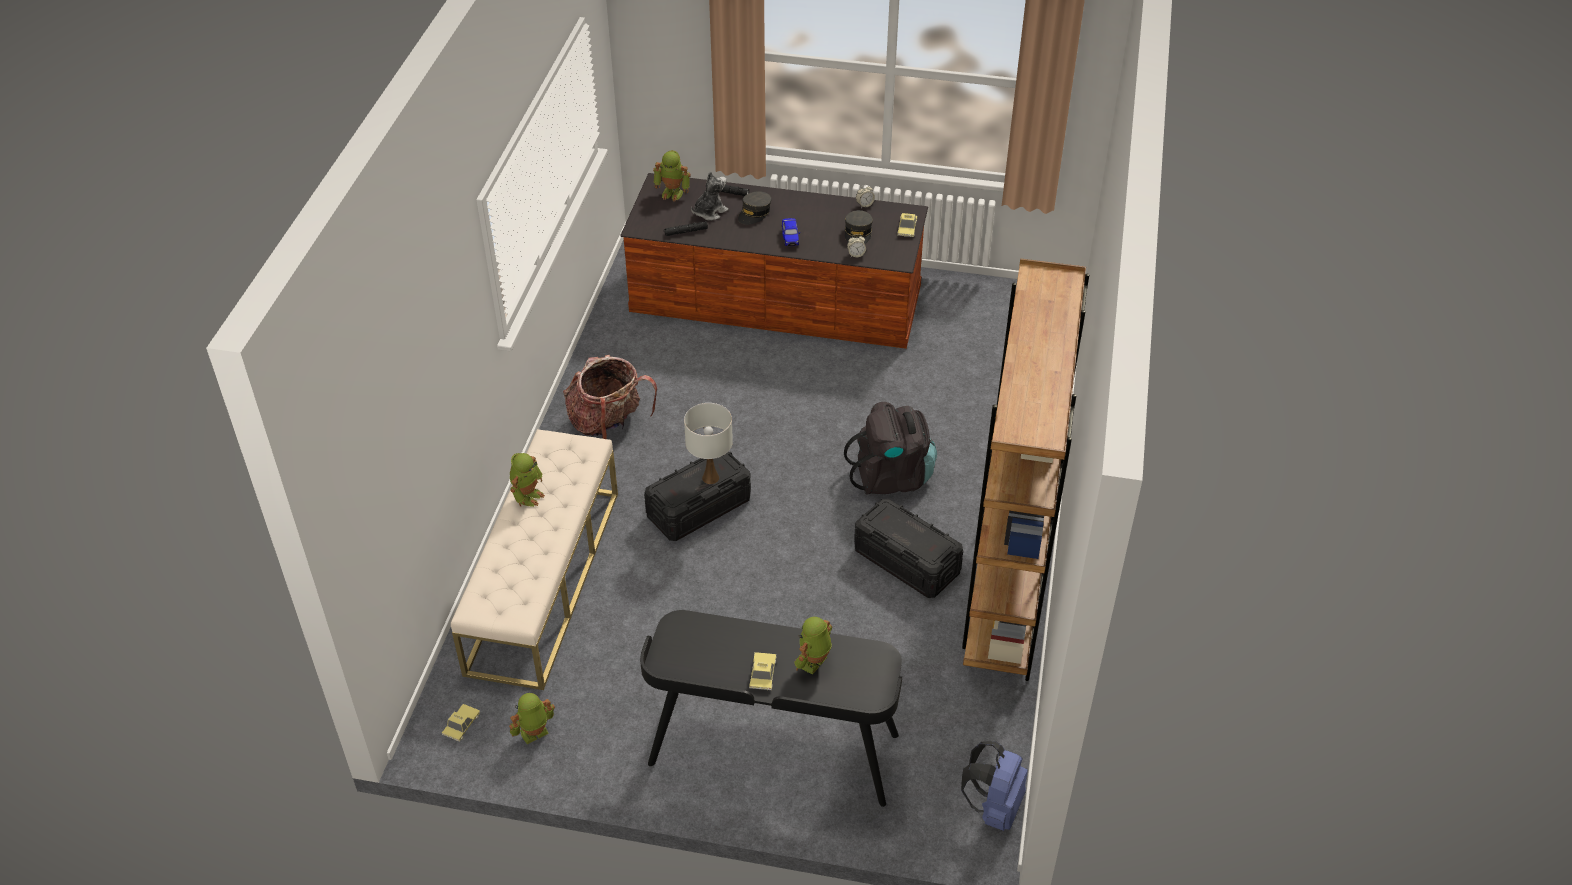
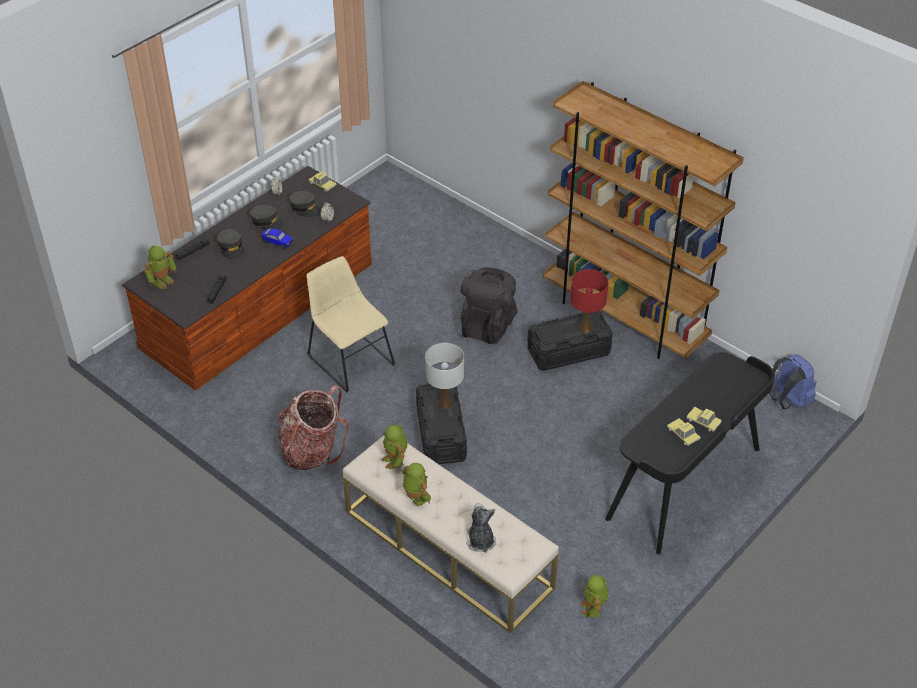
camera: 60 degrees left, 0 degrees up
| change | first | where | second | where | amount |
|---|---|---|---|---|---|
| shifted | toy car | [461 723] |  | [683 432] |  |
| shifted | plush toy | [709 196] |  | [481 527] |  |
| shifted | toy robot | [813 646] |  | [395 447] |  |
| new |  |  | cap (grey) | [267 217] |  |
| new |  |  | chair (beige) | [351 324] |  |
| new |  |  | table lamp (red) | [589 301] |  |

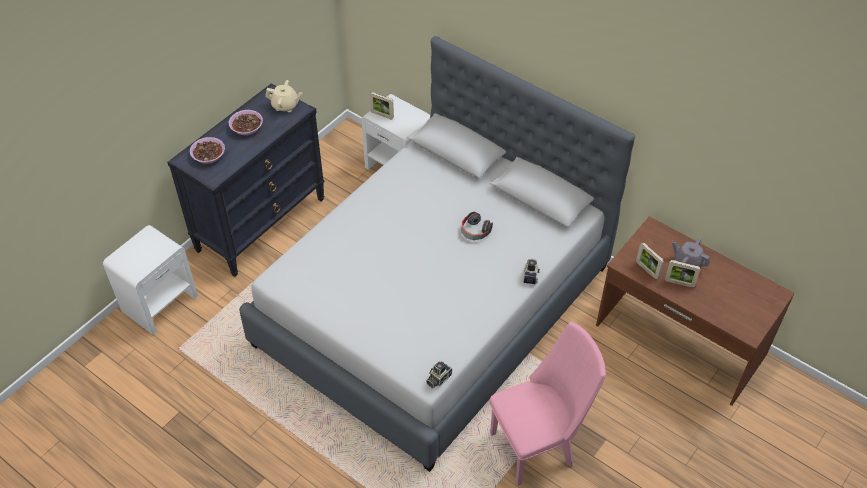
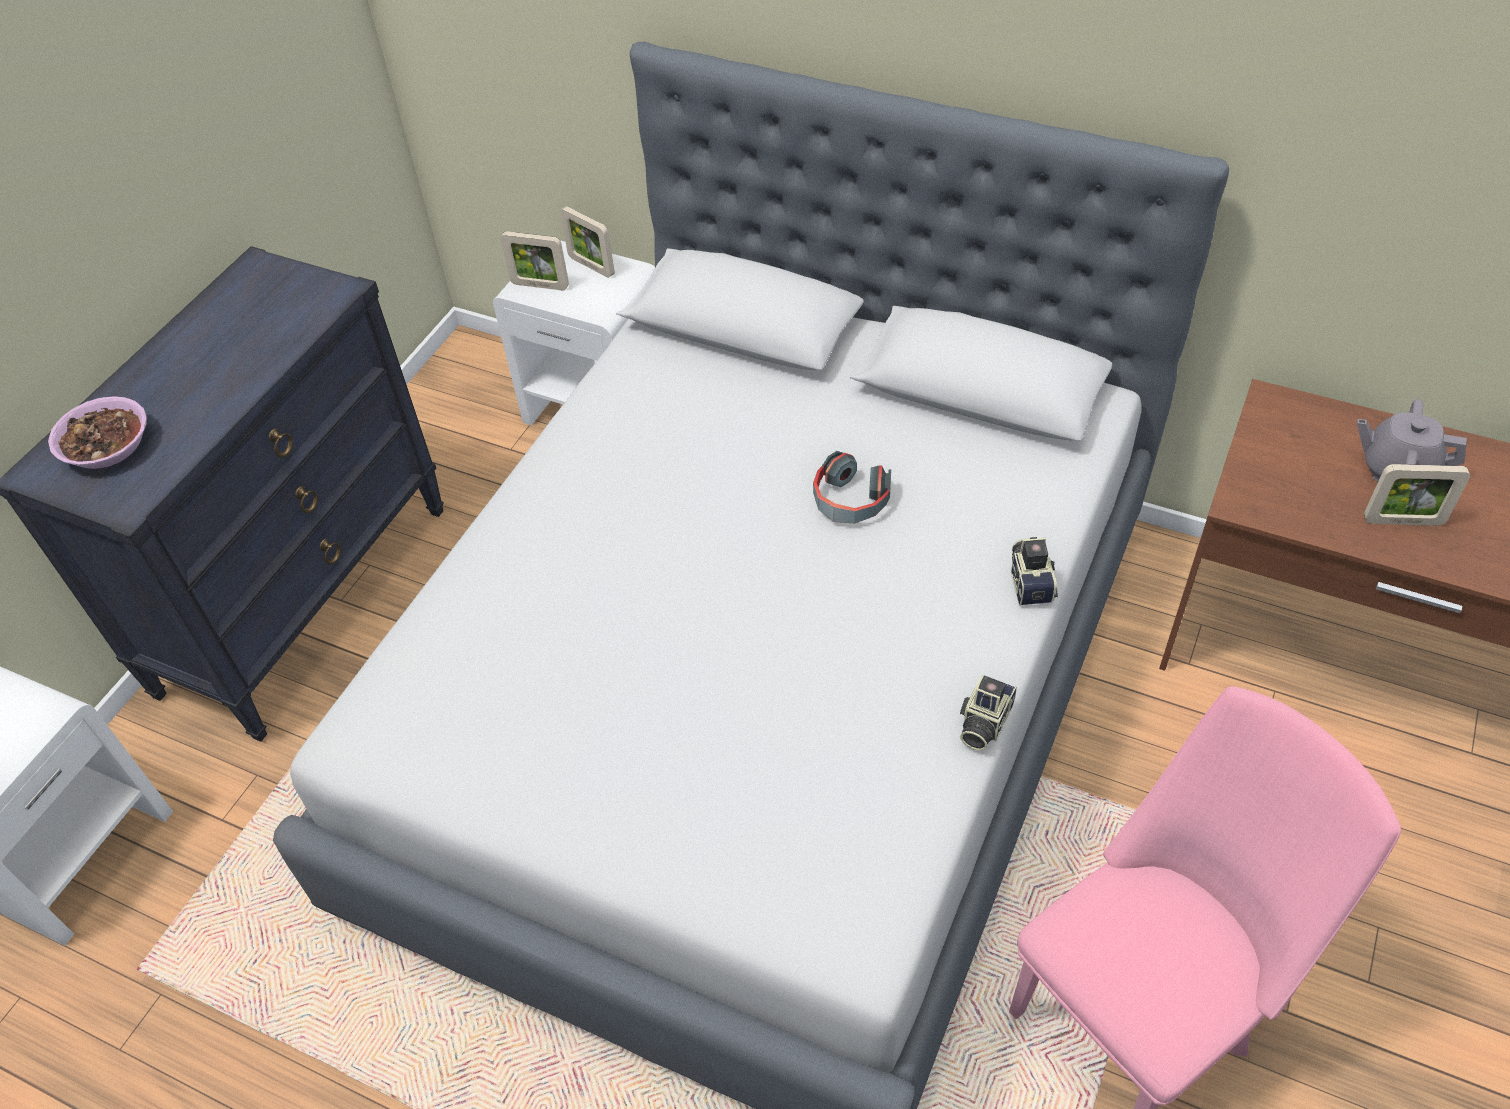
camera: 10 degrees left, 0 degrees up
| change | first | where | second | where | amount |
|---|---|---|---|---|---|
| gone | bowl | [246 122] |  |  |  |
| gone | teapot (beige) | [284 96] |  |  |  |
| shifted | photo camera | [439 375] |  | [988 713] |  |
| shifted | picture frame | [650 261] |  | [587 242] |  |

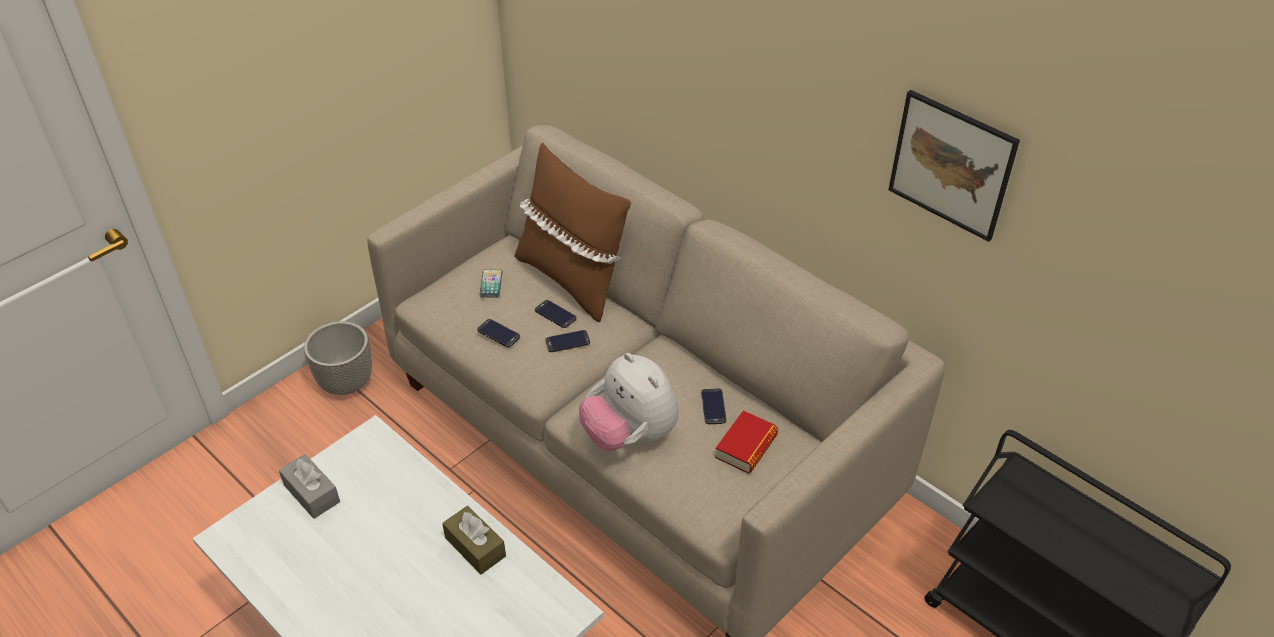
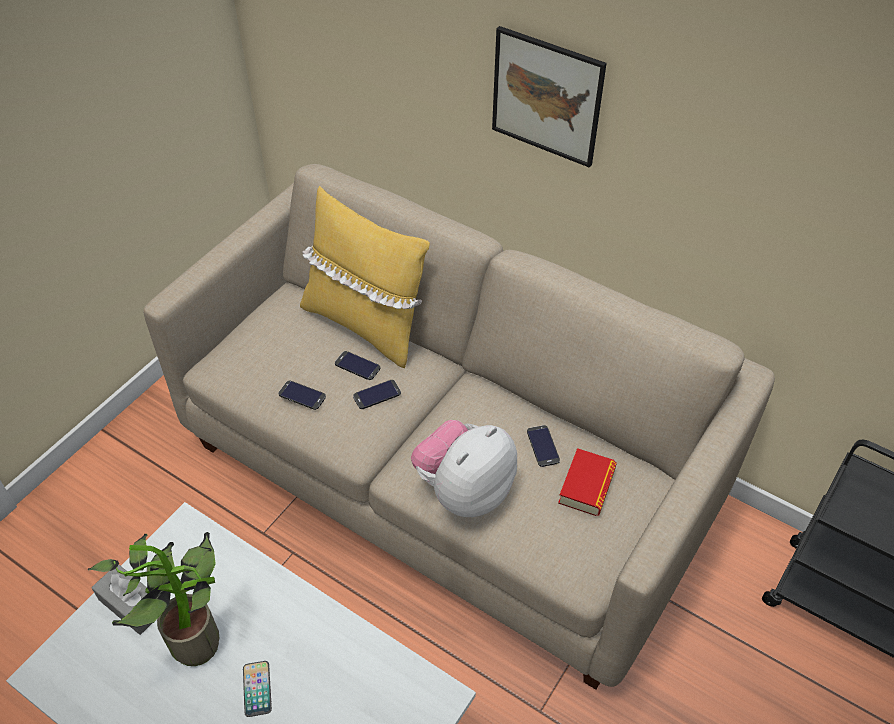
camera: 10 degrees left, 5 degrees up
| change | first | where | second | where | amount |
|---|---|---|---|---|---|
| gone | planter | [338 358] |  |  |  |
| gone | tissue box (brown) | [474 540] |  |  |  |
| shifted | phone | [491 283] |  | [257 689] |  |
| repainted | pillow (brown) | [572 232] | pillow (yellow) | [365 277] |  |
| rotated | plush toy | [629 402] |  | [464 468] | 90 degrees clockwise |
| shifted | picture | [954 166] |  | [549 97] |  |
| new |  |  | potted plant | [153 599] |  |

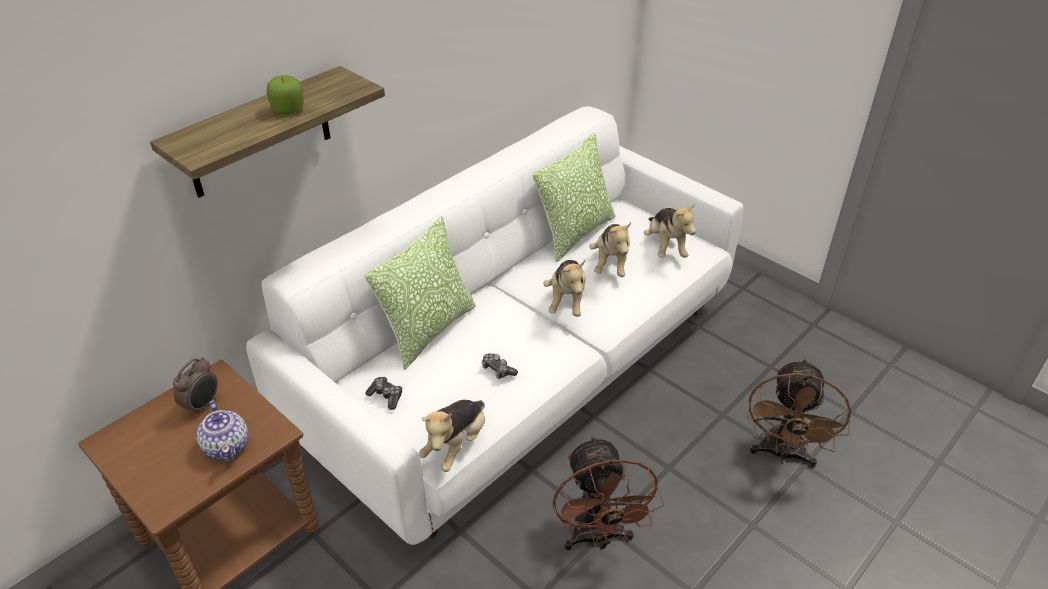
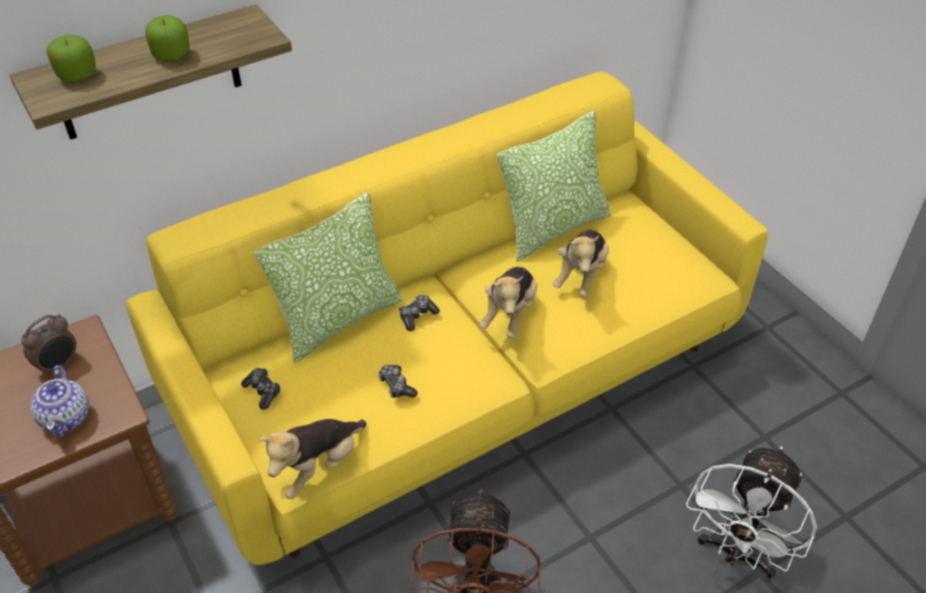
camera: 15 degrees right, 5 degrees up
| change | first | where | second | where | amount |
|---|---|---|---|---|---|
| repainted | sofa (white) | [494 325] | sofa (yellow) | [447 318] |  |
| gone | plush toy | [670 230] |  |  |  |
| repainted | fan (brown) | [799 412] | fan (white) | [751 513] |  |
| new |  |  | apple | [71 58] |  |
| new |  |  | game controller | [419 313] |  |

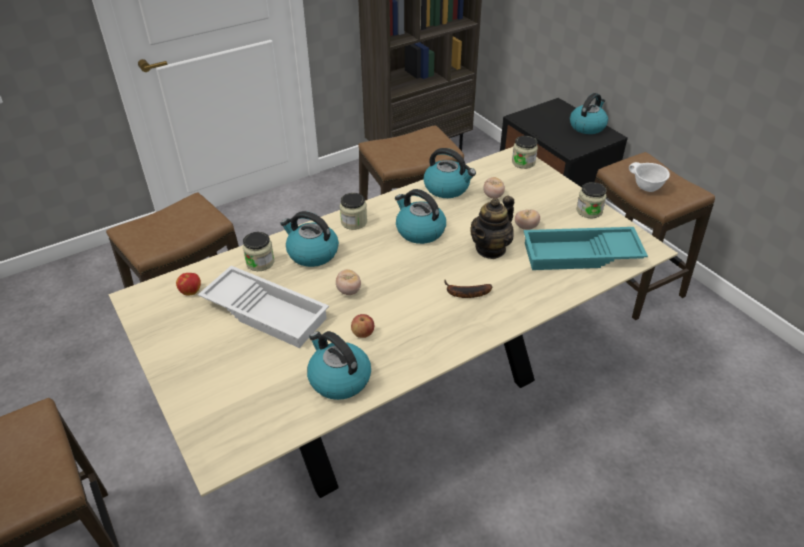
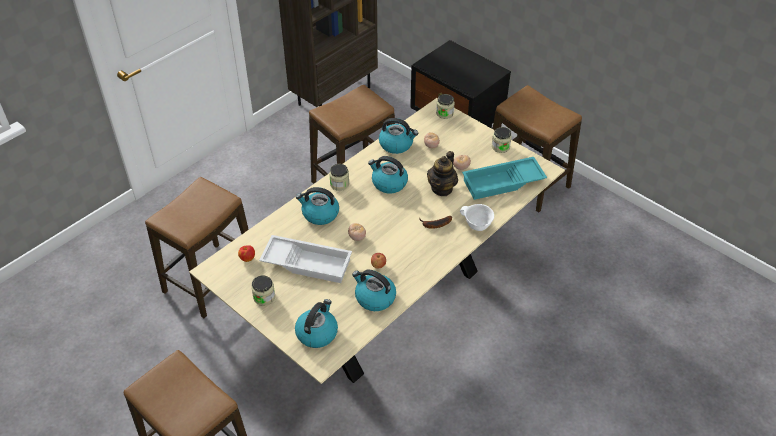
camera: 15 degrees left, 5 degrees up
| change | first | where | second | where | amount |
|---|---|---|---|---|---|
| shifted | jar | [258 251] |  | [263 290] |  |
| shifted | kettle | [589 113] |  | [316 323] |  |
| shifted | bowl (white) | [649 177] |  | [477 217] |  |

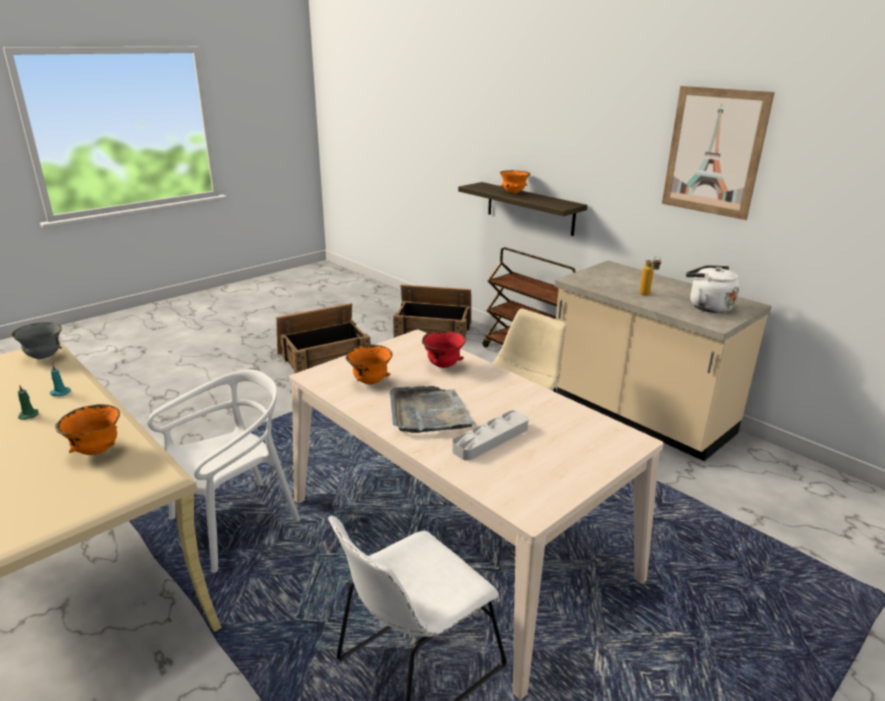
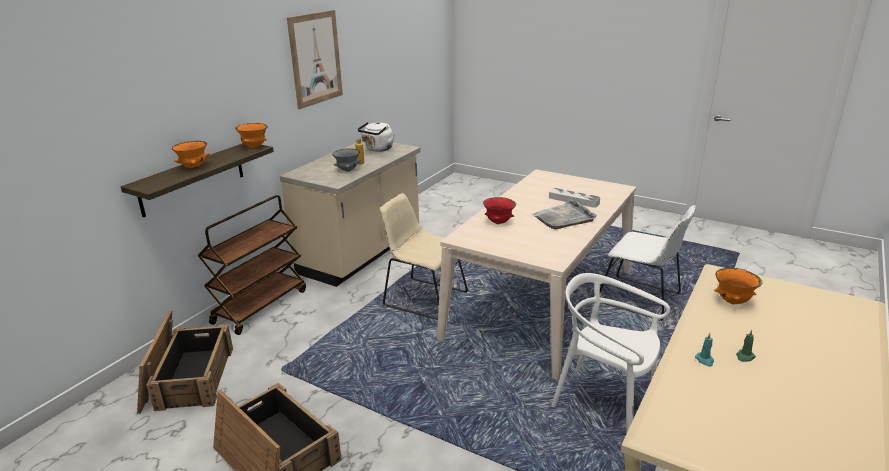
camera: 105 degrees left, 0 degrees up
| change | first | where | second | where | amount |
|---|---|---|---|---|---|
| shifted | bowl (grey) | [36 340] |  | [346 159] |  |
| shifted | bowl (orange) | [369 364] |  | [251 135] |  |

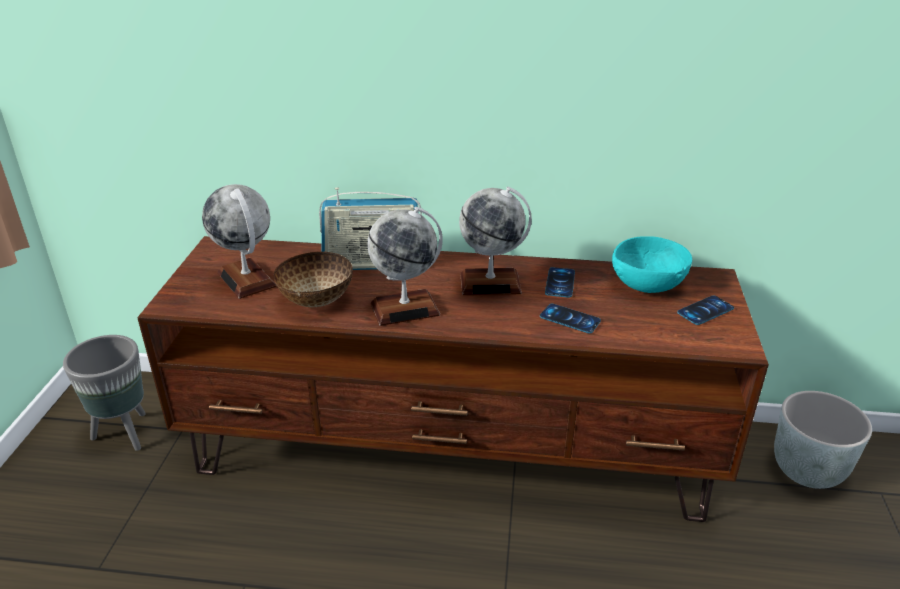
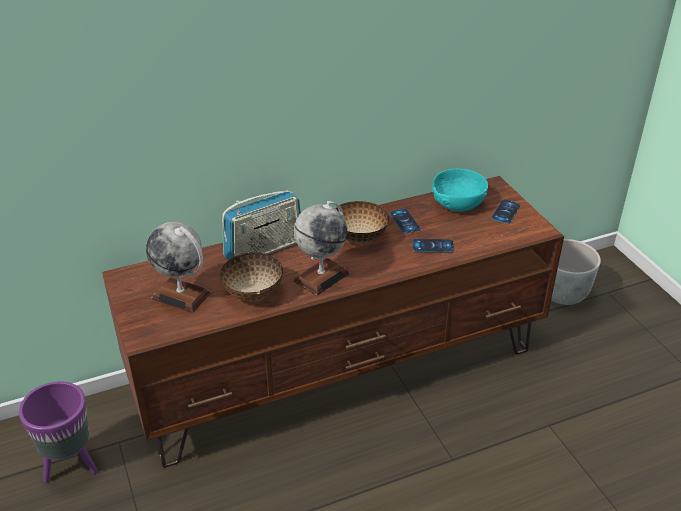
camera: 30 degrees left, 5 degrees up
| change | first | where | second | where | amount |
|---|---|---|---|---|---|
| repainted | planter (grey) | [104 393] | planter (purple) | [58 432] |  |
| swapped | globe | [495 241] | bowl | [362 222] |  |

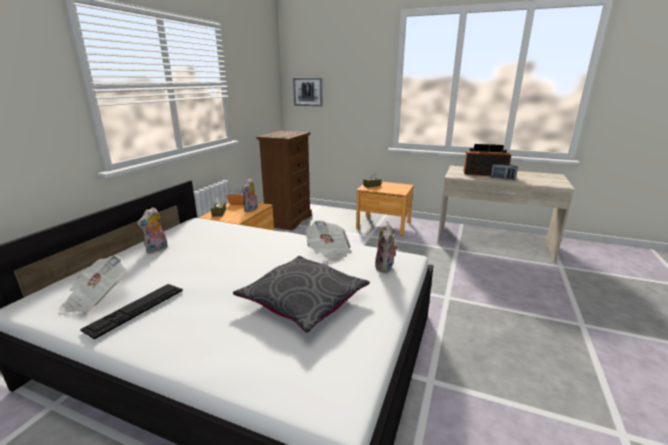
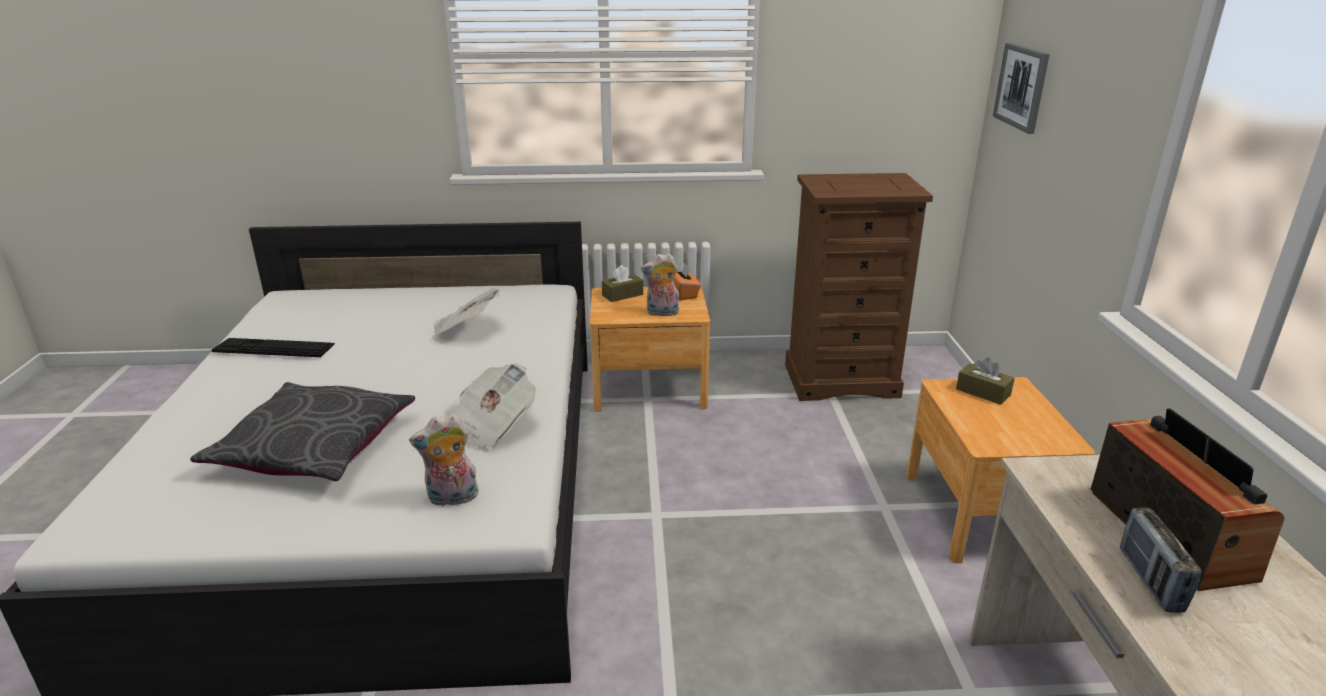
camera: 65 degrees right, 5 degrees up
| change | first | where | second | where | amount |
|---|---|---|---|---|---|
| shifted | newspaper | [92 283] |  | [467 312] |  |
| gone | plush toy | [152 230] |  |  |  |

